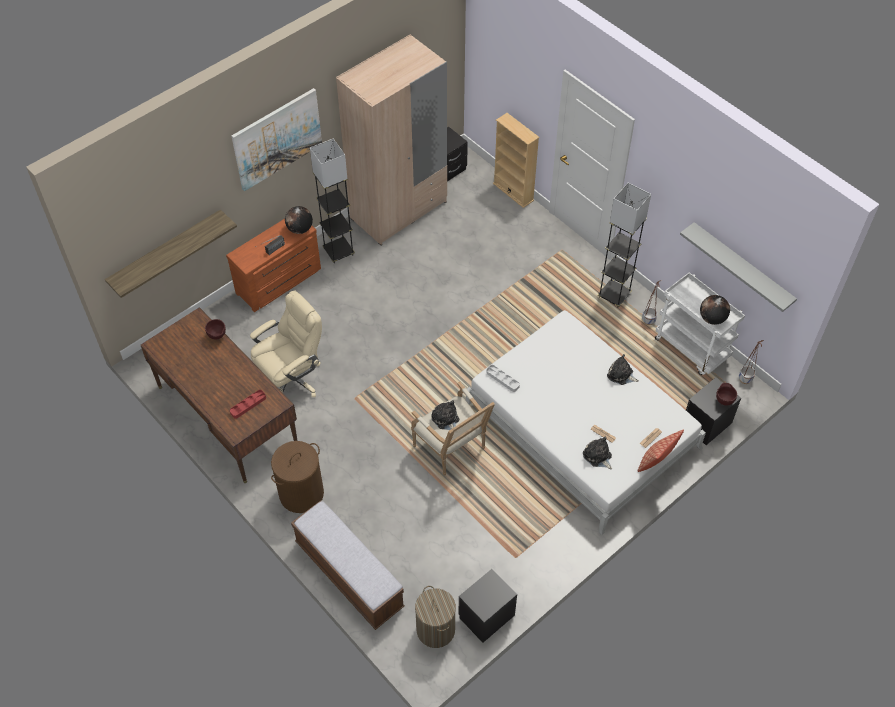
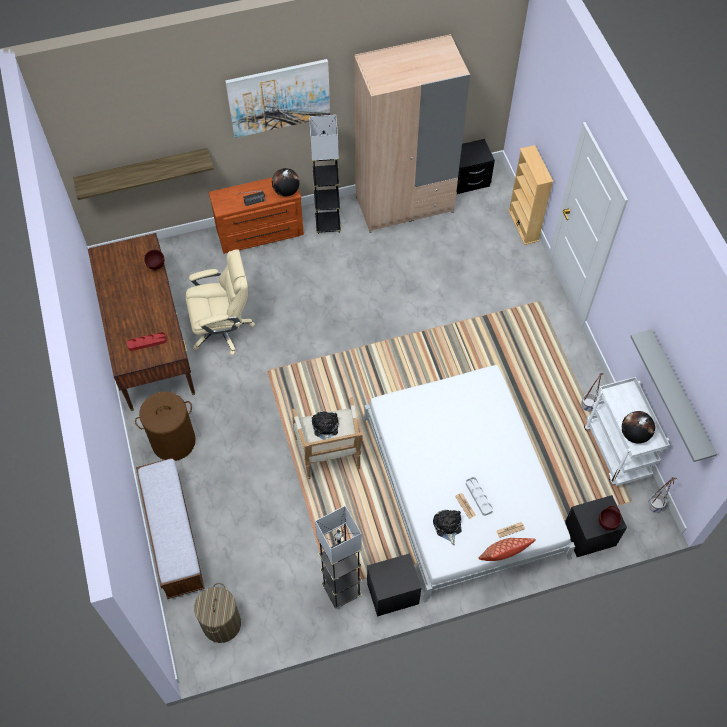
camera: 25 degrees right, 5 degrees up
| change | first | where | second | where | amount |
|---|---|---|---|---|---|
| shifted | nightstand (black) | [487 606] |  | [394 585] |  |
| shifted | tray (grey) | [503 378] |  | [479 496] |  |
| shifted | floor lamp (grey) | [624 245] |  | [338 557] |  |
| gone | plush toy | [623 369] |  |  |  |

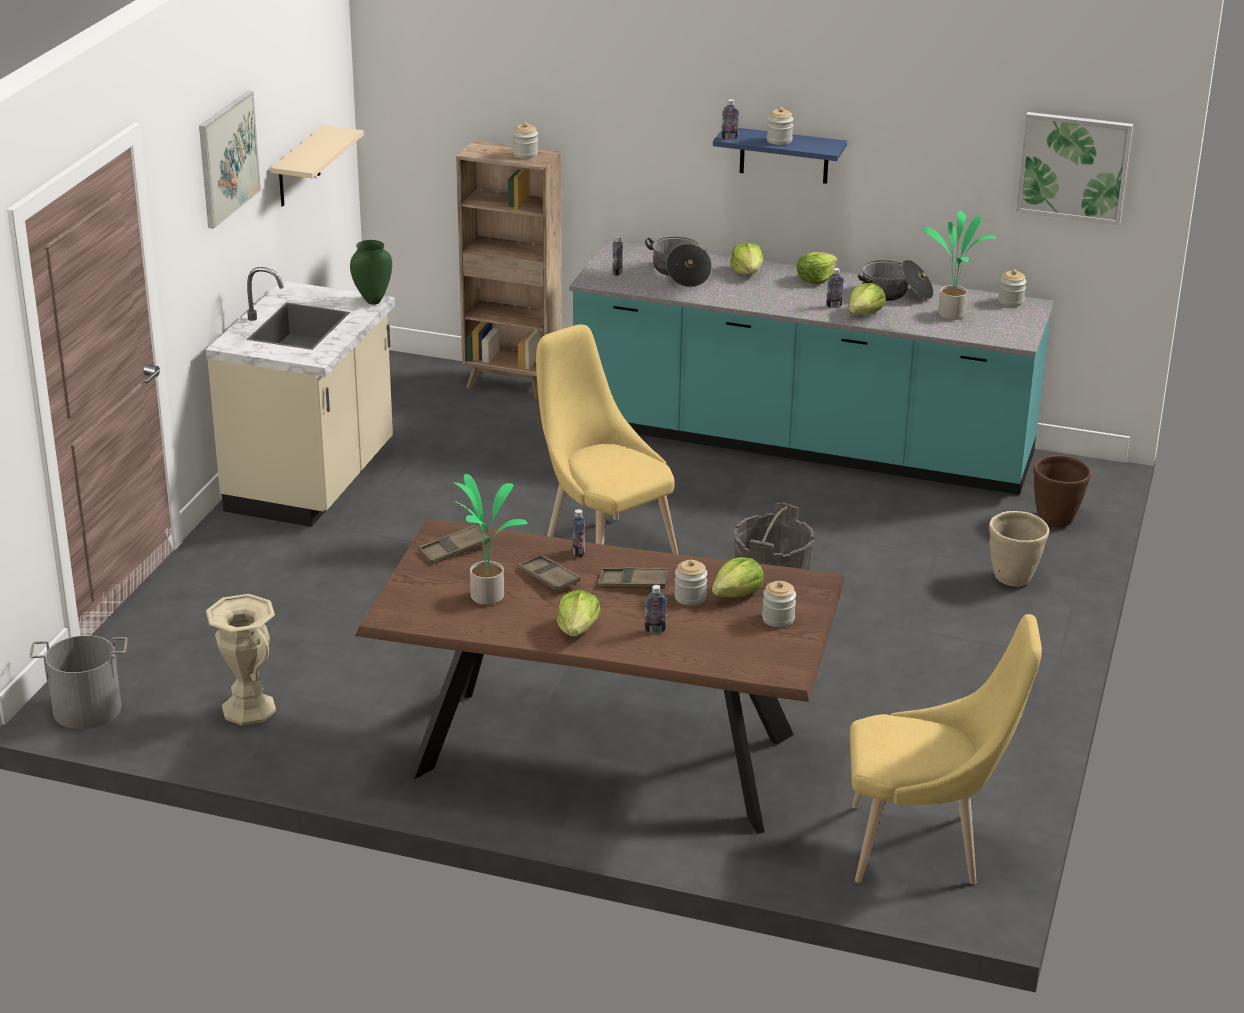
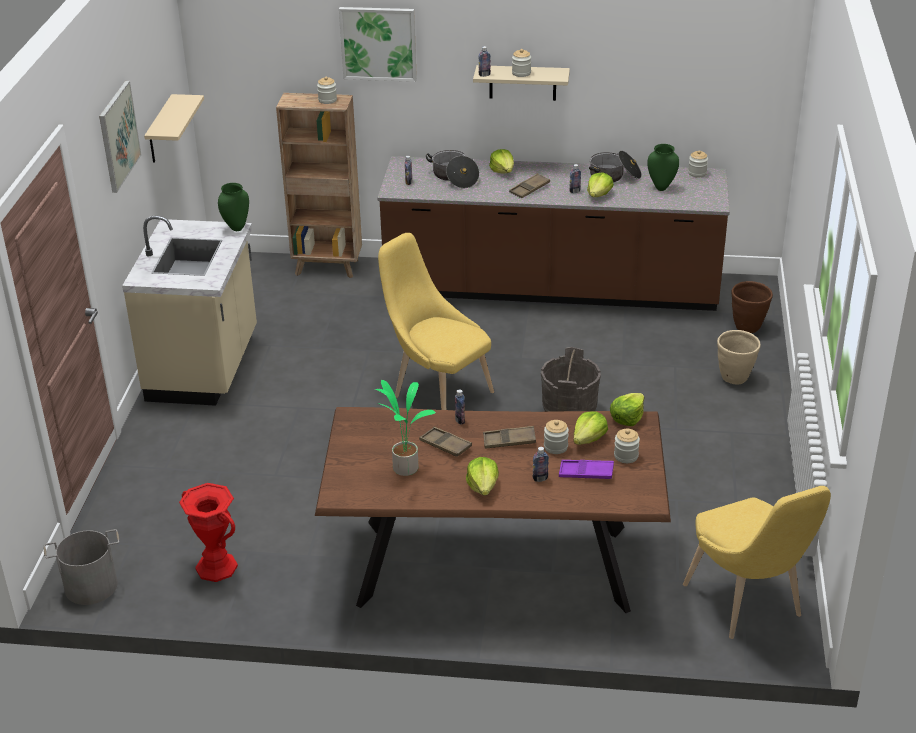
camera: 10 degrees left, 5 degrees up
| change | first | where | second | where | amount |
|---|---|---|---|---|---|
| repainted | vase (beige) | [241 660] | vase (red) | [208 532] |  |
| shifted | tray (brown) | [454 544] |  | [529 185] |  |
| repainted | counter (turquoise) | [811 367] | counter (brown) | [553 233] |  |
| repainted | shelf (blue) | [780 156] | shelf (beige) | [521 83] |  |
| shifted | lettuce | [817 268] |  | [627 409] |  |
| rotated | chair (yellow) | [946 749] |  | [757 562] | 75 degrees clockwise |
| swapped | potted plant | [959 265] | vase (green) | [663 167] |  |
| shifted | picture | [1074 168] |  | [378 44] |  |
| new |  |  | tray (purple) | [586 469] |  |

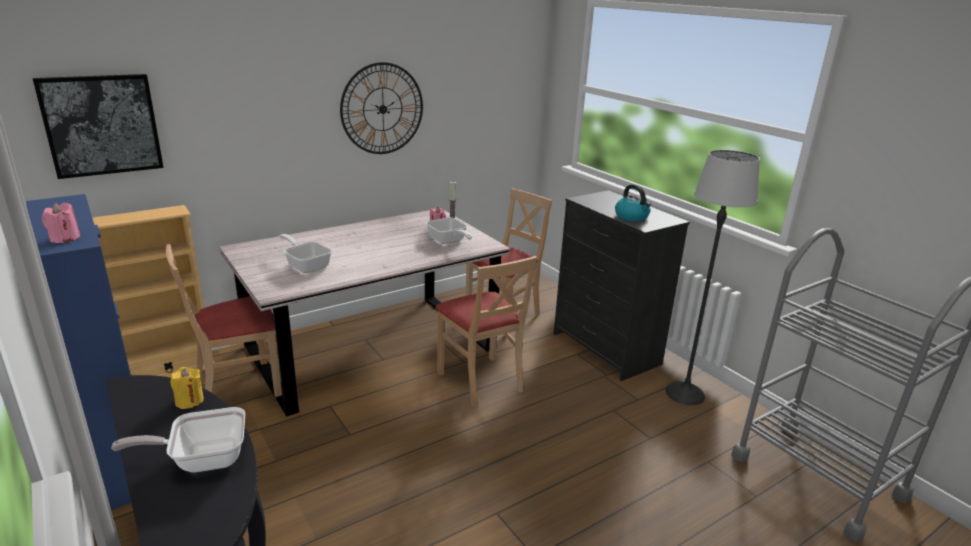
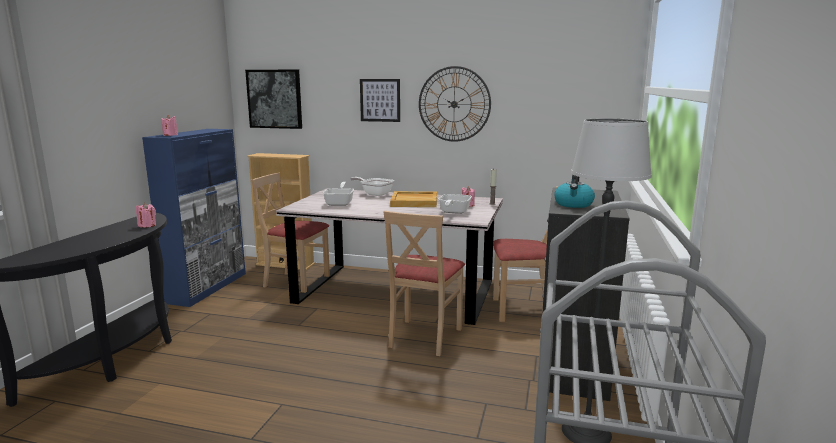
camera: 50 degrees right, 10 degrees down
| change | first | where | second | where | amount |
|---|---|---|---|---|---|
| shifted | frying pan | [178 439] |  | [372 186] |  |
| repainted | candle (yellow) | [187 388] | candle (pink) | [146 215] |  |
| new |  |  | picture | [380 100] |  |
| new |  |  | tray (beige) | [413 199] |  |

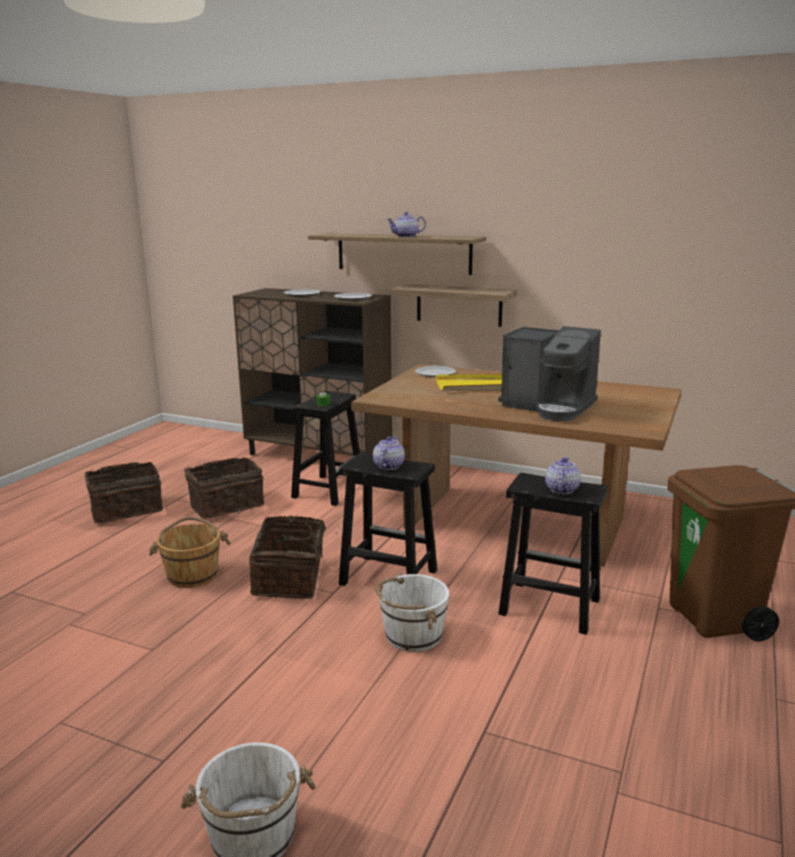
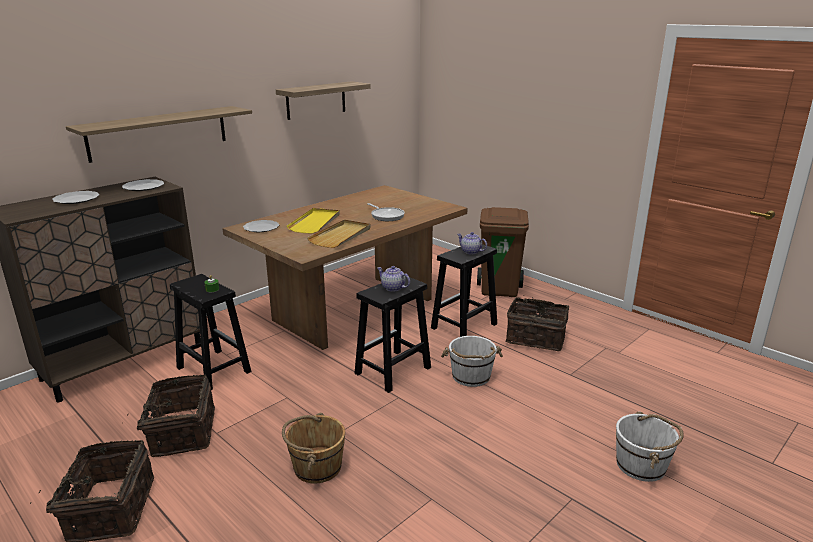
camera: 70 degrees left, 5 degrees up
| change | first | where | second | where | amount |
|---|---|---|---|---|---|
| shifted | basket | [293 557] |  | [537 323] |  |
| gone | teapot | [406 224] |  |  |  |
| shifted | shelf | [454 305] |  | [323 100] |  |
| swapped | coffee machine | [549 373] | frying pan | [386 212] |  |
| new |  |  | tray (beige) | [339 234] |  |

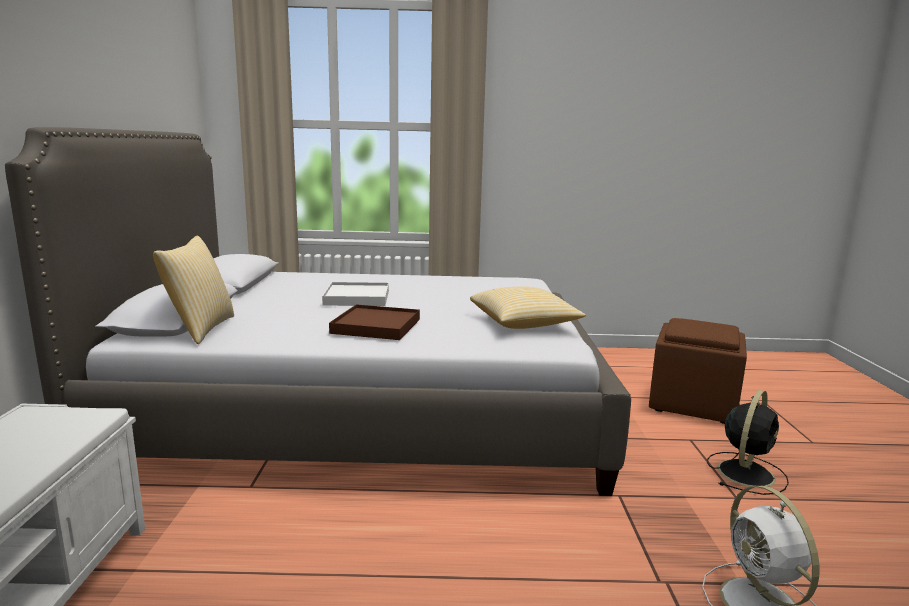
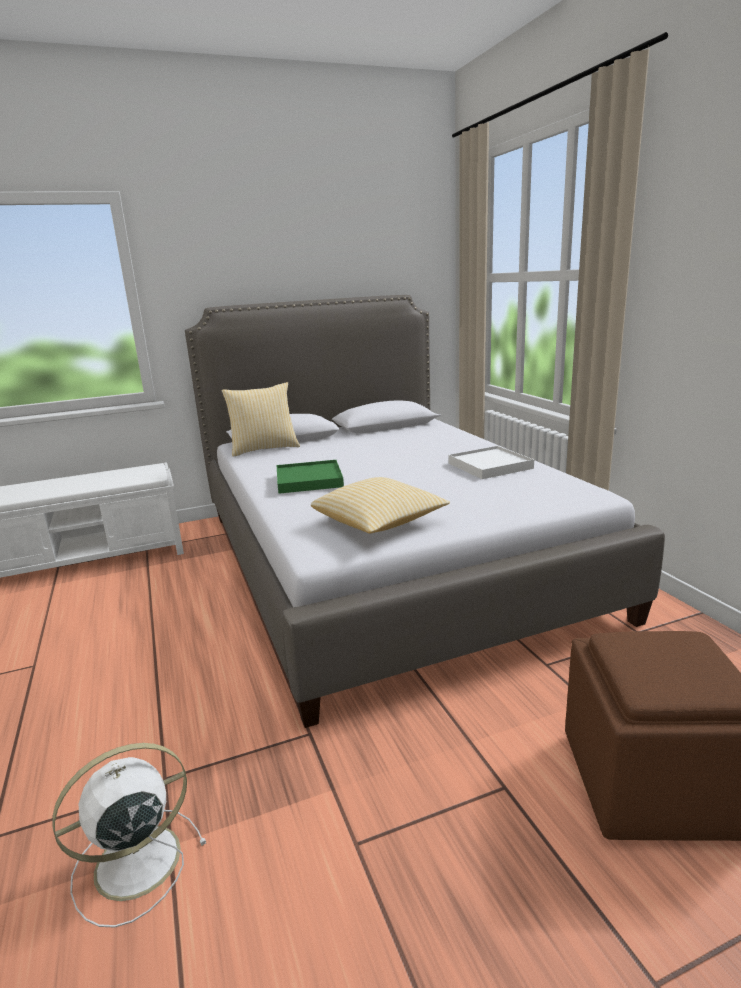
camera: 70 degrees right, 5 degrees up
| change | first | where | second | where | amount |
|---|---|---|---|---|---|
| shifted | tray (white) | [355 294] |  | [491 462] |  |
| repainted | tray (brown) | [374 322] | tray (green) | [310 477] |  |
| gone | fan (black) | [748 442] |  |  |  |

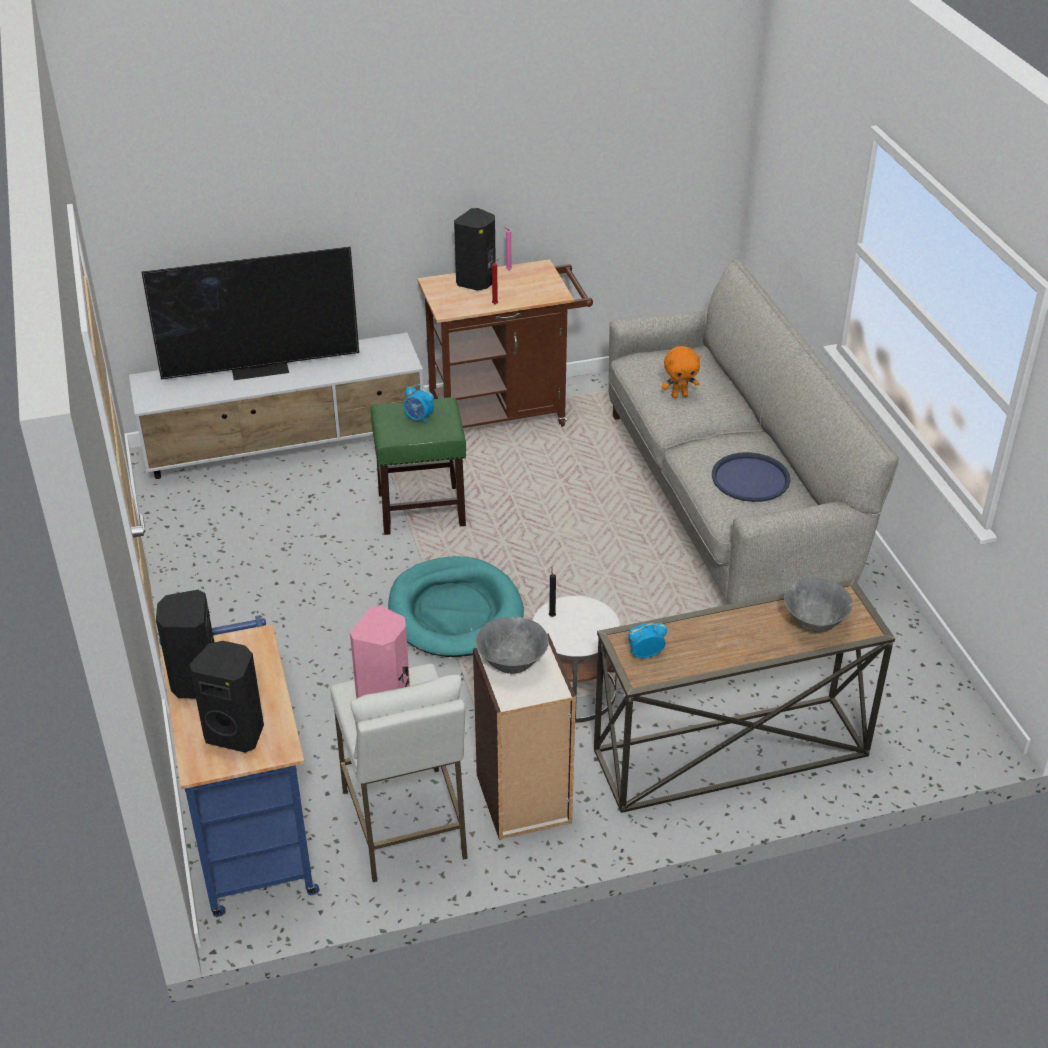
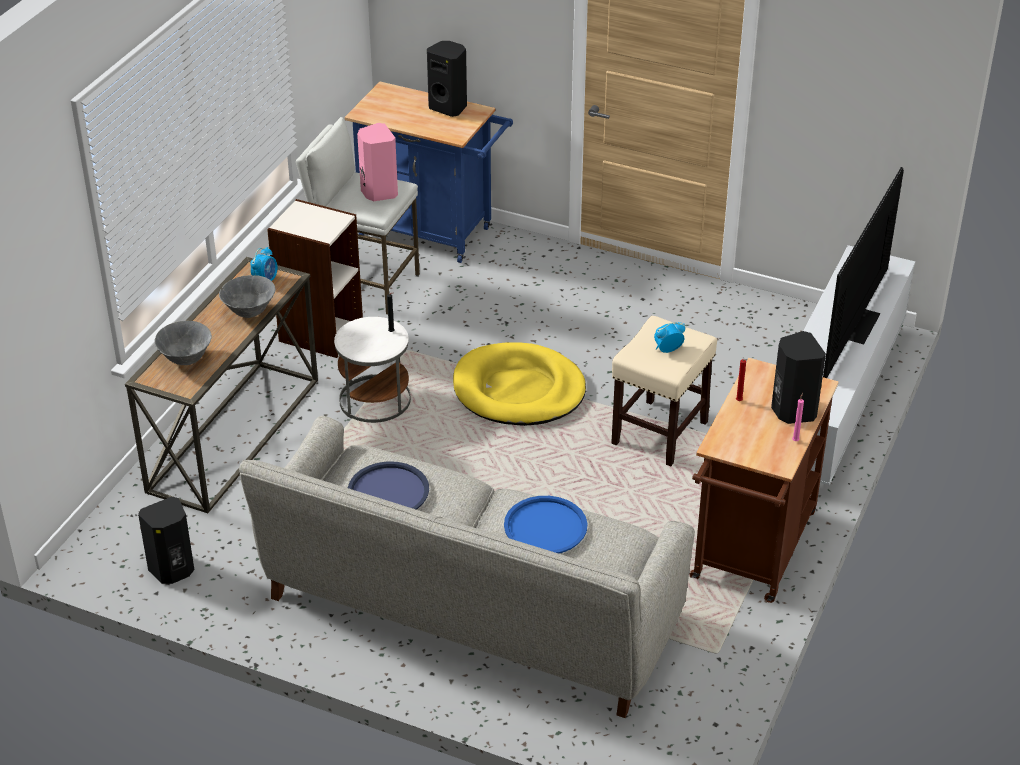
camera: 130 degrees right, 0 degrees up
| change | first | where | second | where | amount |
|---|---|---|---|---|---|
| shifted | speaker (black) | [226 697] |  | [166 540] |  |
| repainted | stool (green) | [418 466] | stool (beige) | [664 391] |  |
| repainted | dog bed (turquoise) | [456 606] | dog bed (yellow) | [519 384] |  |
| shifted | bowl (grey) | [512 645] |  | [247 296] |  |
| swapped | plush toy (orange) | [681 372] | tray (blue) | [546 525] |  |

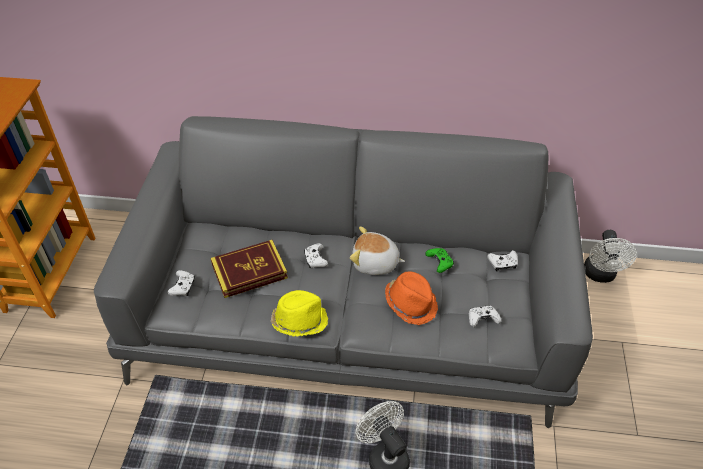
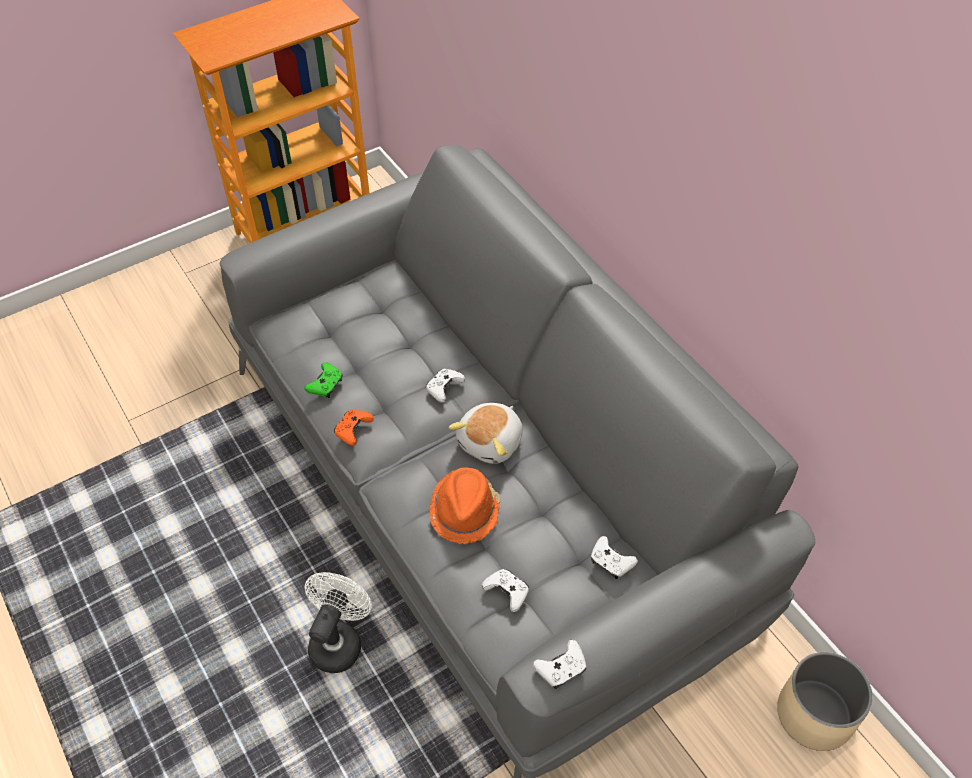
camera: 50 degrees right, 5 degrees up
| change | first | where | second | where | amount |
|---|---|---|---|---|---|
| shifted | game controller (white) | [181 283] |  | [559 664] |  |
| gone | book | [249 269] |  |  |  |
| swapped | hat (yellow) | [299 313] | game controller (orange) | [354 428] |  |
| rotated | plush toy | [377 250] |  | [486 433] | 120 degrees counterclockwise |
| shifted | game controller (green) | [439 260] |  | [324 380] |  |
| swapped | fan (white) | [610 256] | planter (beige) | [825 701] |  |

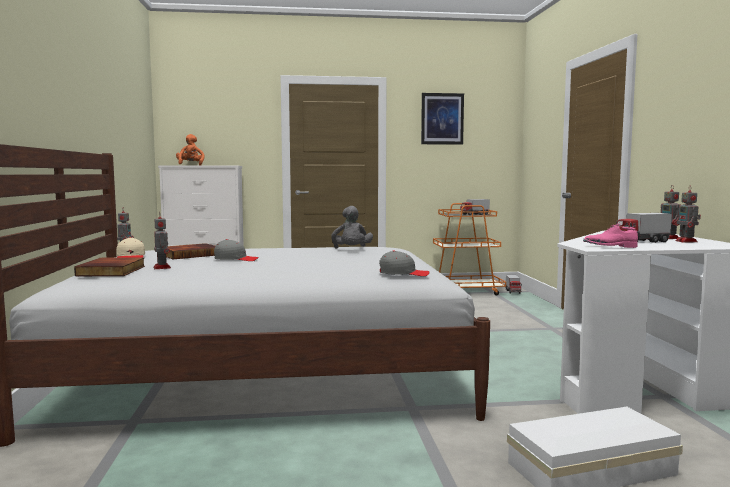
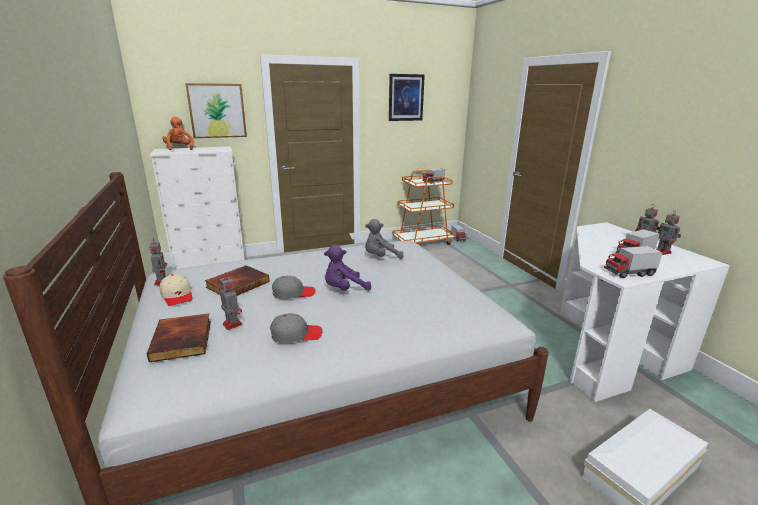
camera: 15 degrees left, 15 degrees up
| change | first | where | second | where | amount |
|---|---|---|---|---|---|
| rotated | plush toy (grey) | [352 227] |  | [384 239] | 90 degrees clockwise |
| shifted | cap (grey) | [404 263] |  | [296 328] |  |
| swapped | shoe (pink) | [610 235] | toy truck | [633 262] |  |
| new |  |  | picture | [216 110] |  |
| new |  |  | plush toy (purple) | [347 268] |  |

